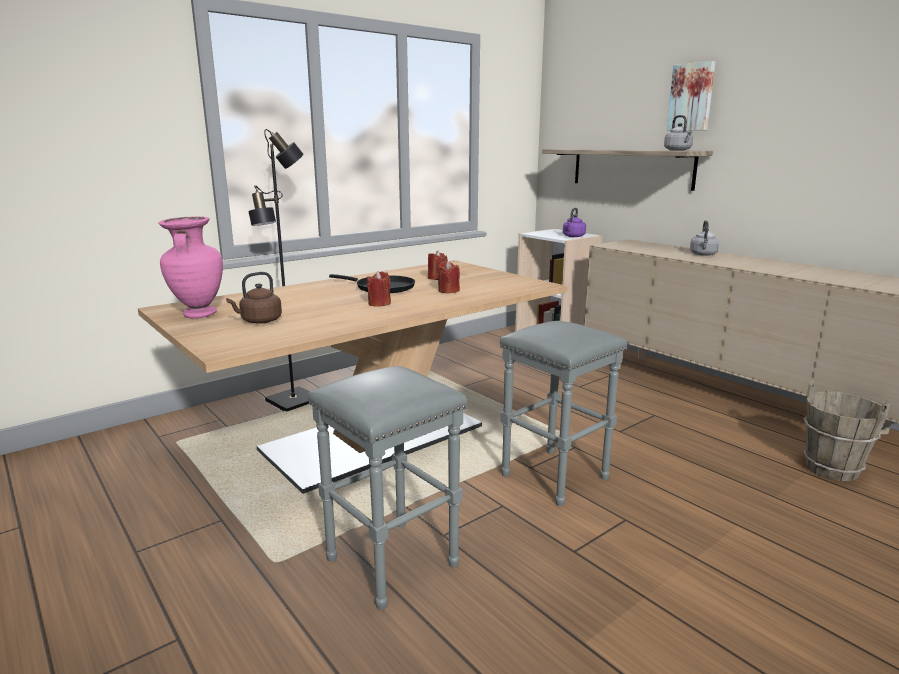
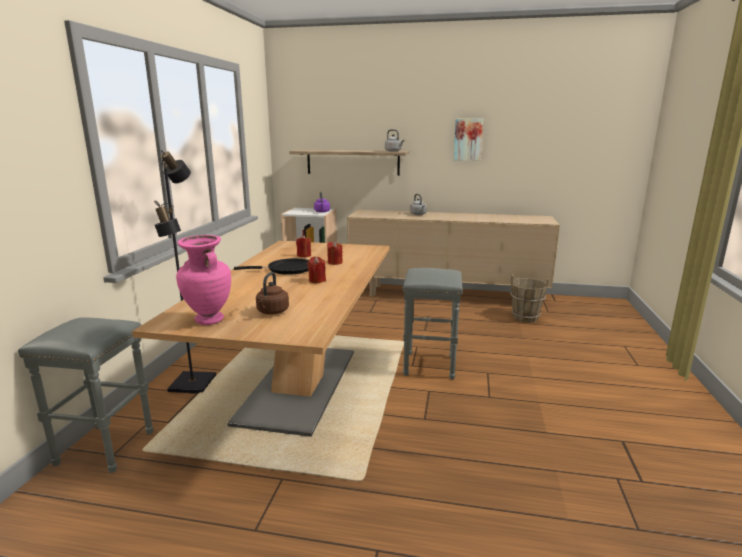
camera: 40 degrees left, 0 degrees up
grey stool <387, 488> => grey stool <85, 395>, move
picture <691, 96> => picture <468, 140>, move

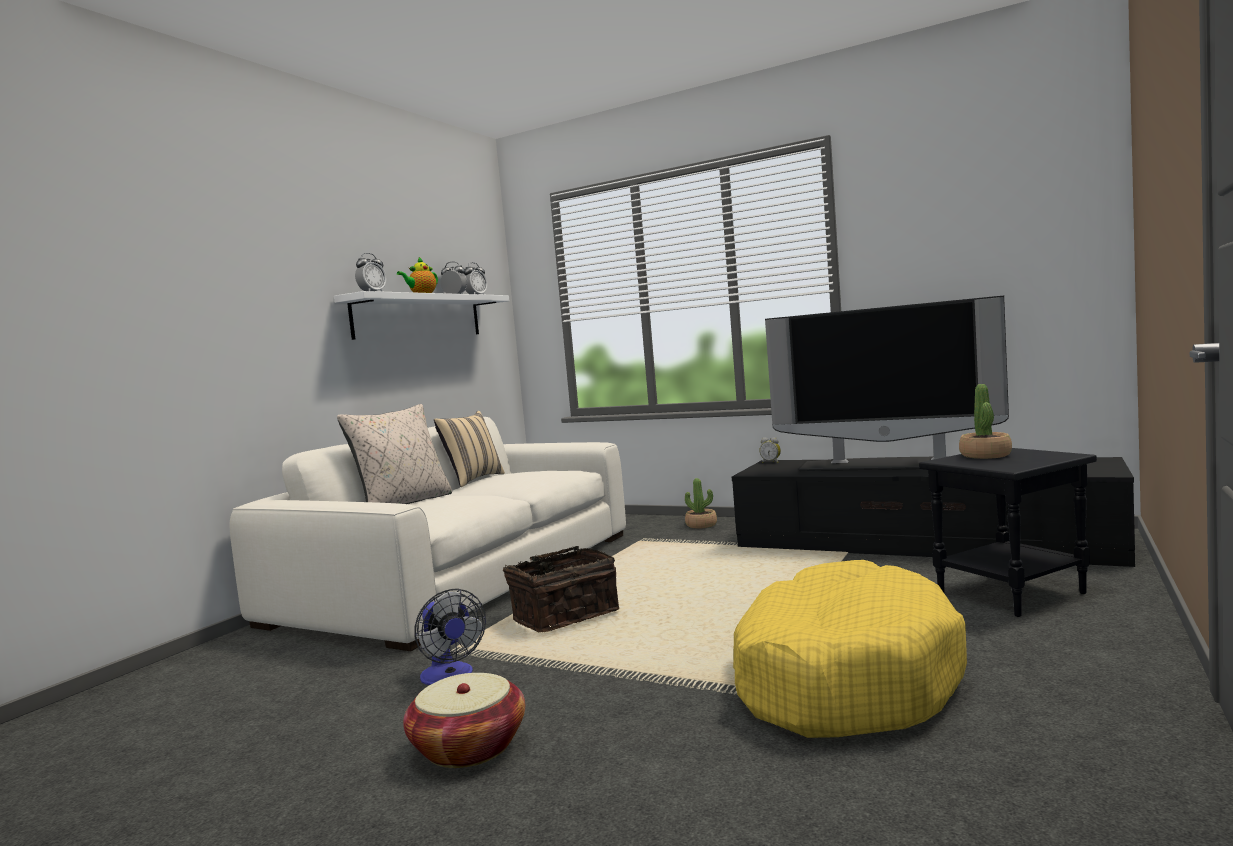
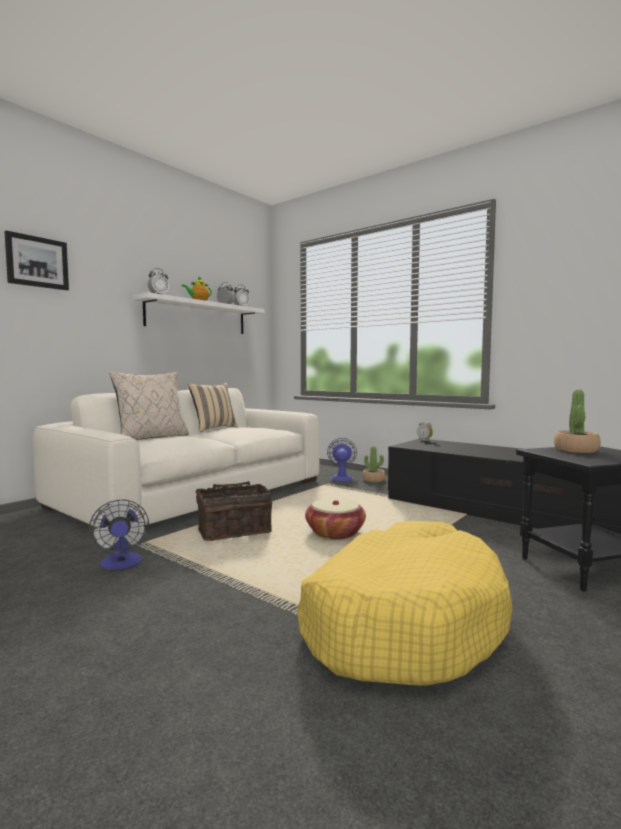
camera: 10 degrees right, 0 degrees up
television <887, 383> => nothing
nothing => picture <36, 260>
nothing => fan <342, 460>
basket <464, 720> => basket <335, 519>, move

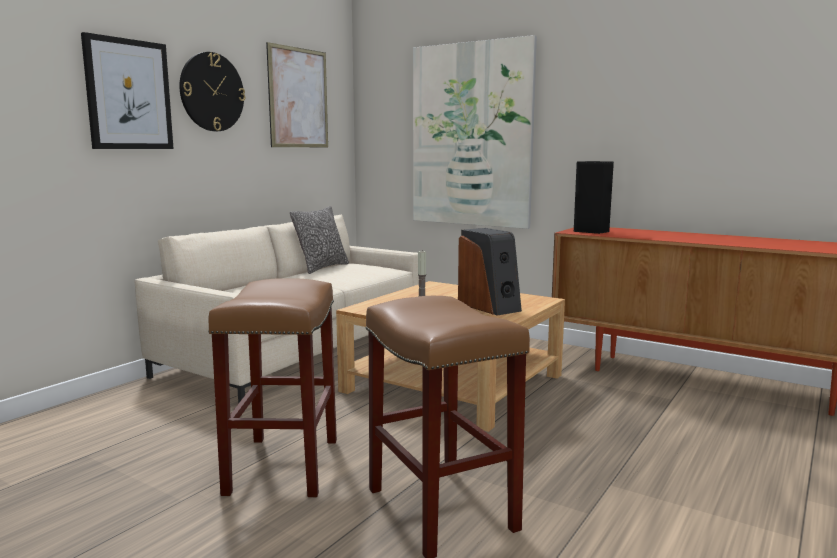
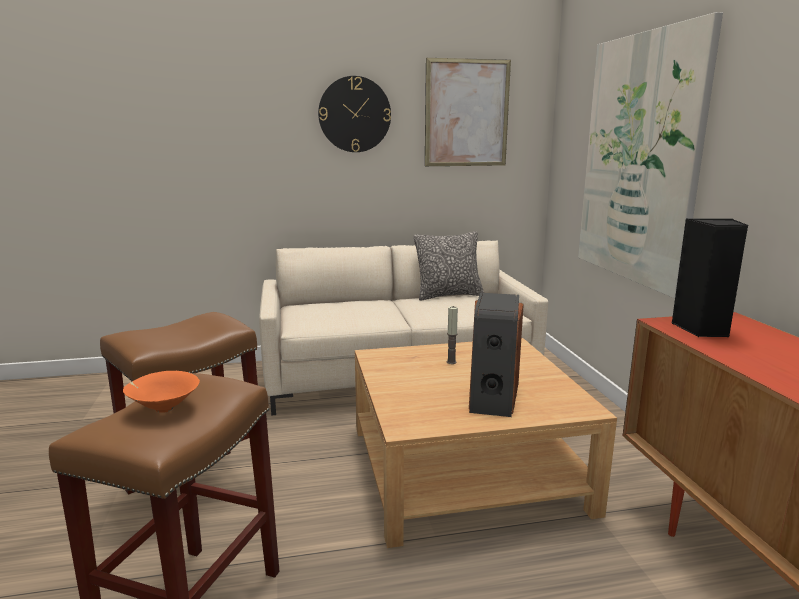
camera: 45 degrees right, 5 degrees up
picture <127, 90> => nothing
nothing => orange bowl <161, 392>

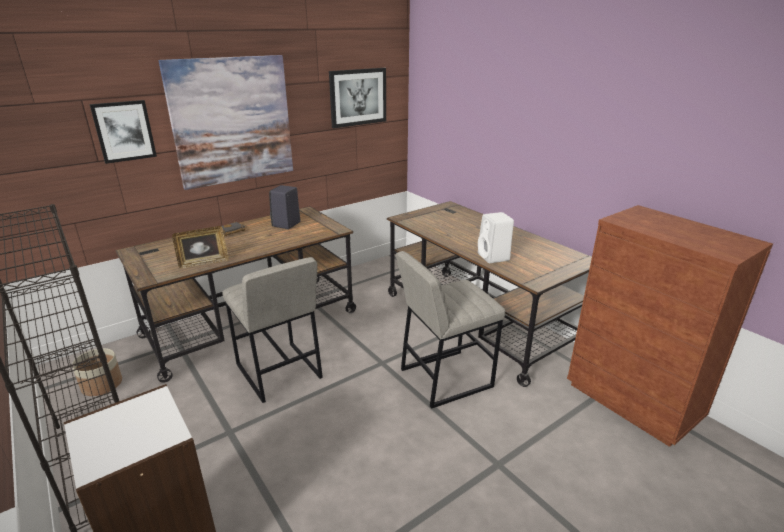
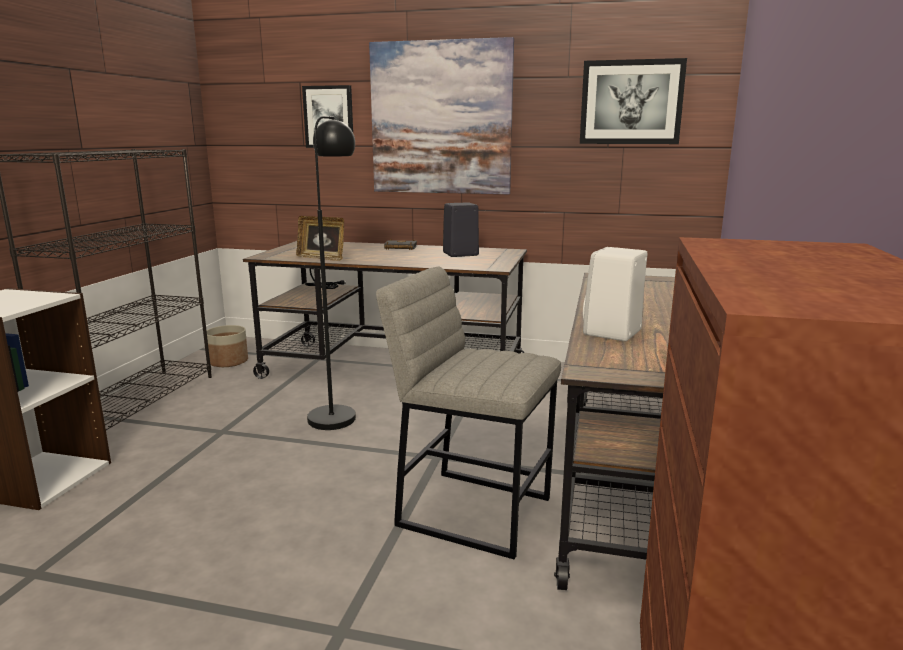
camera: 50 degrees right, 10 degrees down
grey chair <272, 330> => black floor lamp <331, 273>

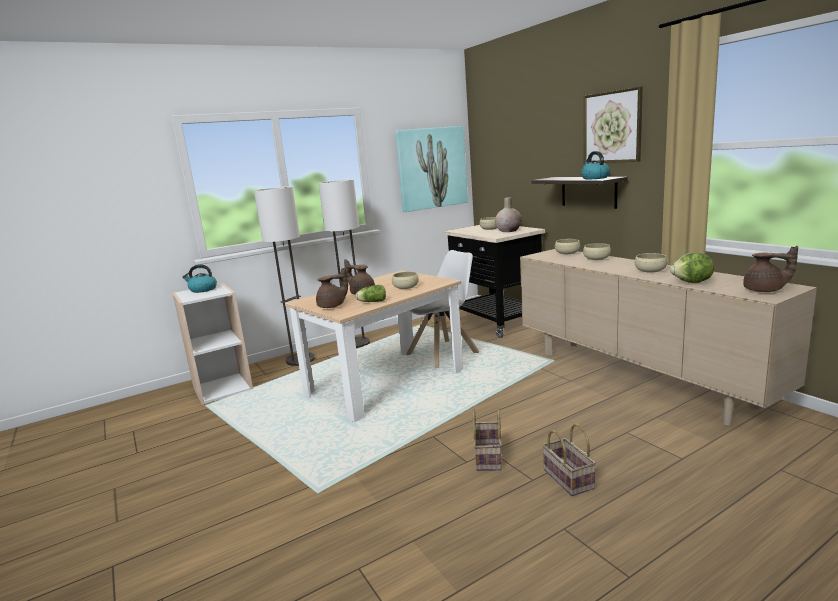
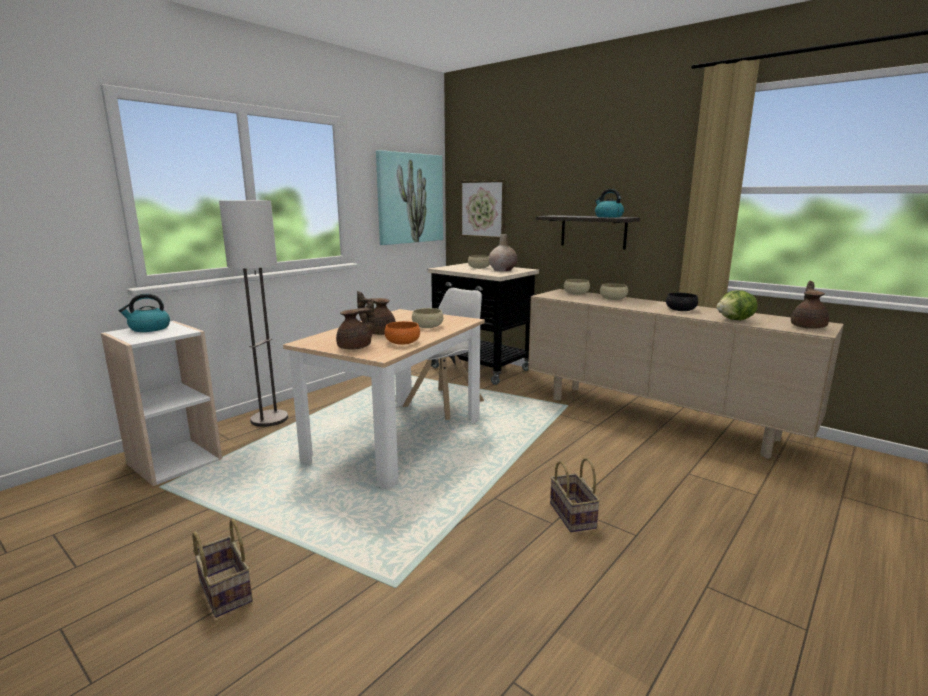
camera: 20 degrees left, 0 degrees up
floor lamp <344, 263> => nothing
basket <569, 459> => basket <223, 568>, move
picture <613, 124> => picture <483, 209>, move
lettuce <370, 293> => orange bowl <402, 333>
beige bowl <651, 263> => black bowl <682, 302>
brown teapot <770, 269> => brown teapot <810, 305>, 75 degrees counterclockwise

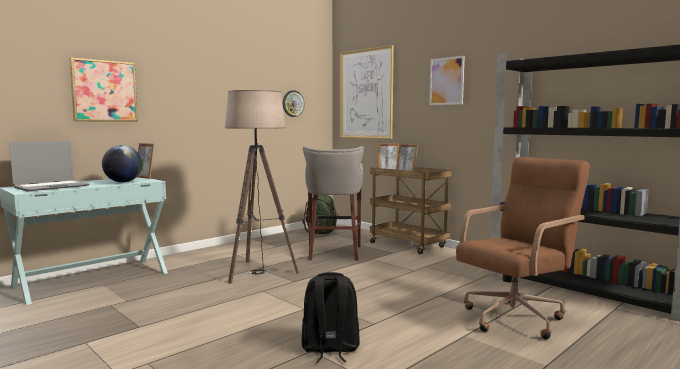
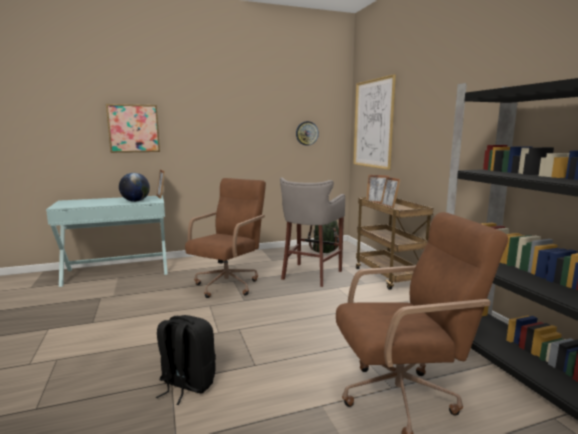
camera: 25 degrees right, 5 degrees up
laptop <49, 166> => nothing
picture <447, 80> => nothing
floor lamp <262, 187> => brown office chair <225, 238>

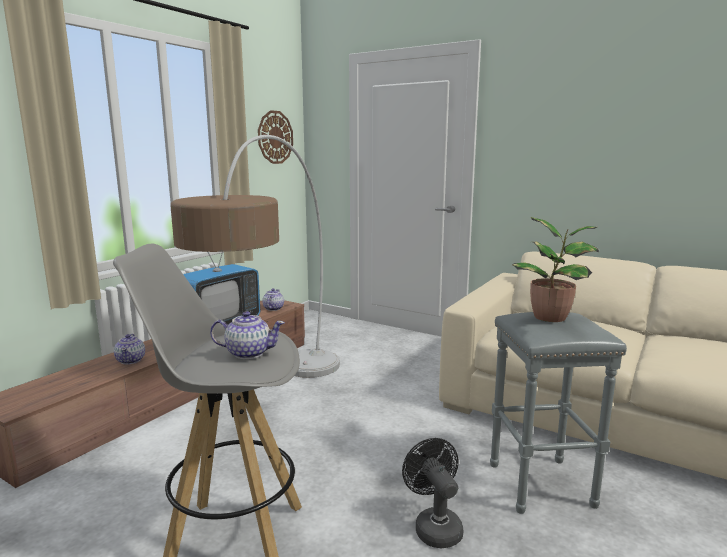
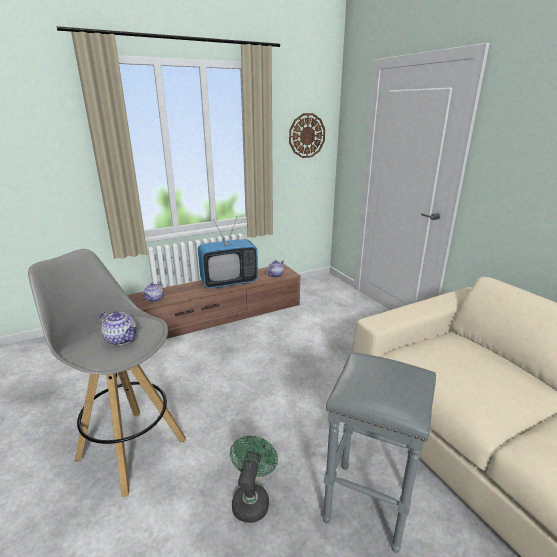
camera: 30 degrees right, 10 degrees up
floor lamp <255, 256> => nothing
potted plant <555, 269> => nothing
black fan <432, 493> => green fan <254, 479>

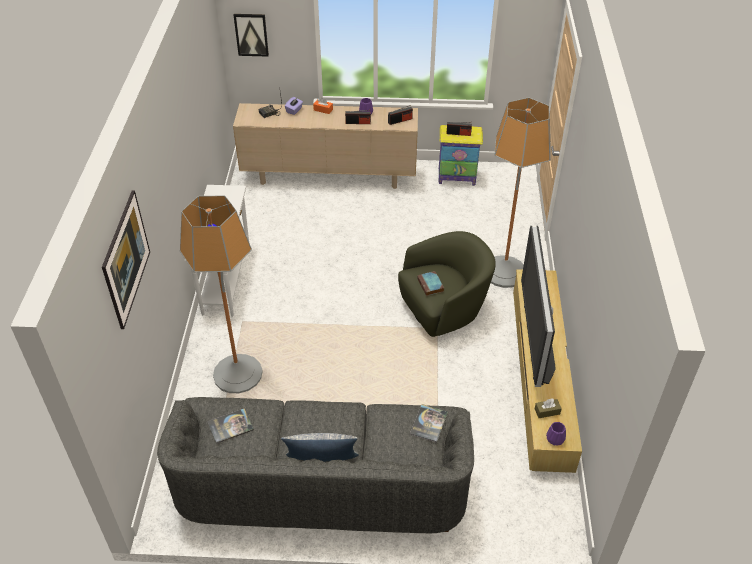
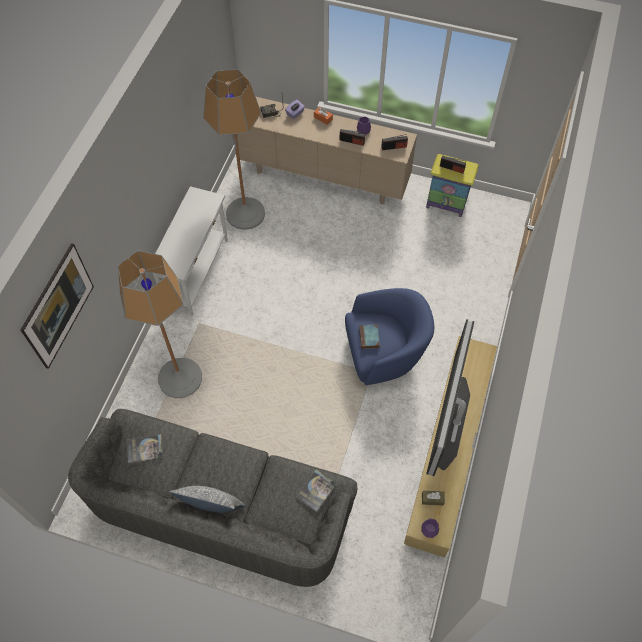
camera: 15 degrees right, 15 degrees up
picture <251, 35> => nothing
floor lamp <521, 193> => floor lamp <234, 149>, move
green armchair <447, 284> => blue armchair <389, 336>

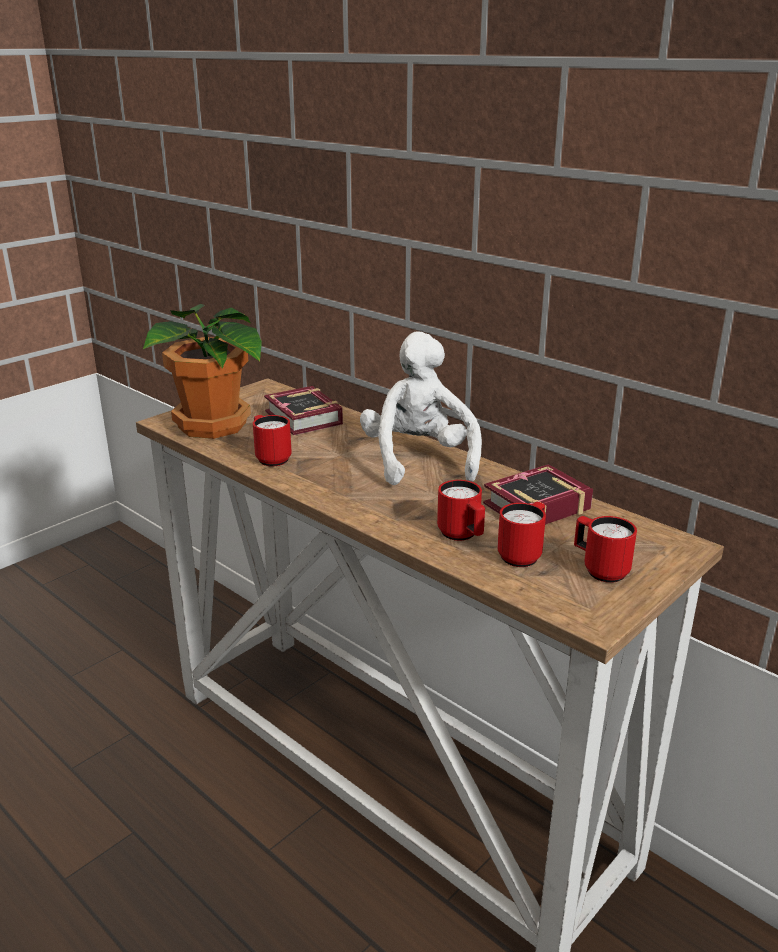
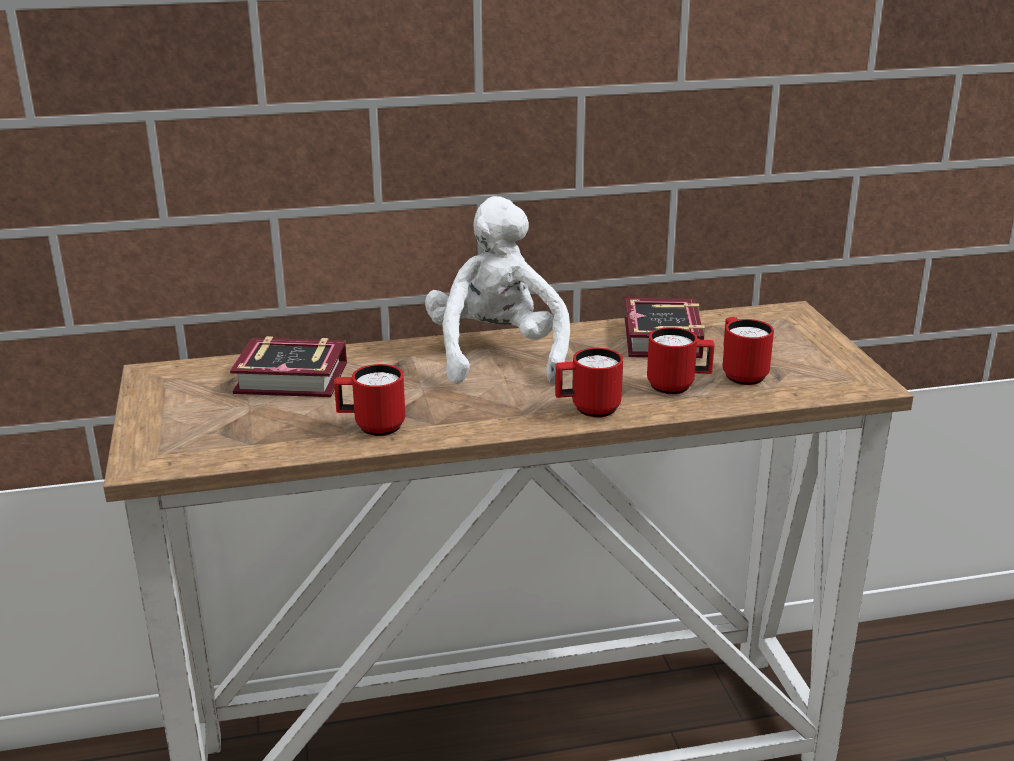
camera: 55 degrees left, 0 degrees up
potted plant <202, 371> => nothing
red mug <605, 549> => red mug <589, 383>, move
white plush toy <421, 408> => white plush toy <497, 290>, 60 degrees clockwise

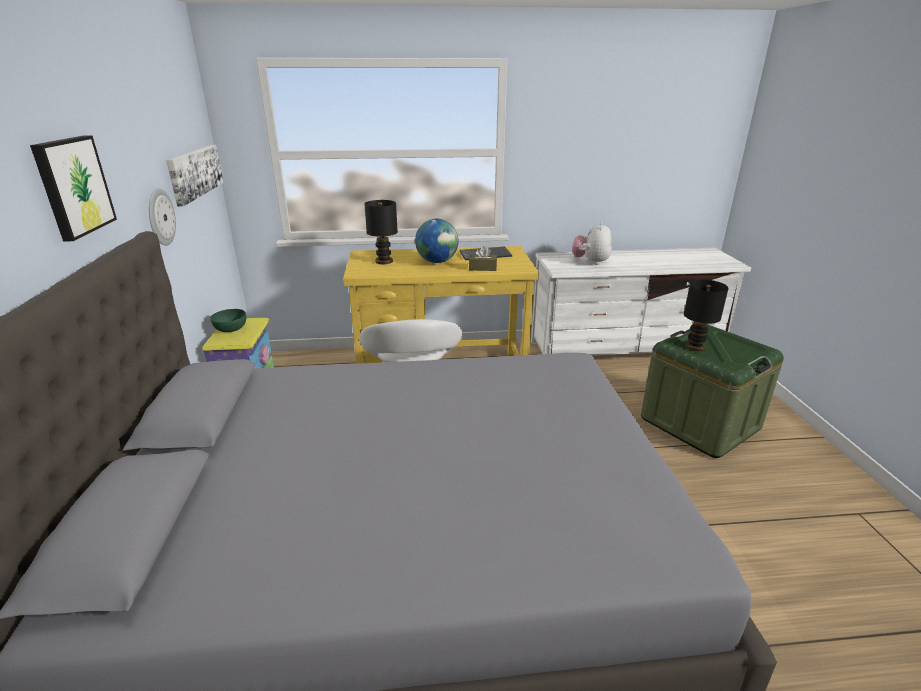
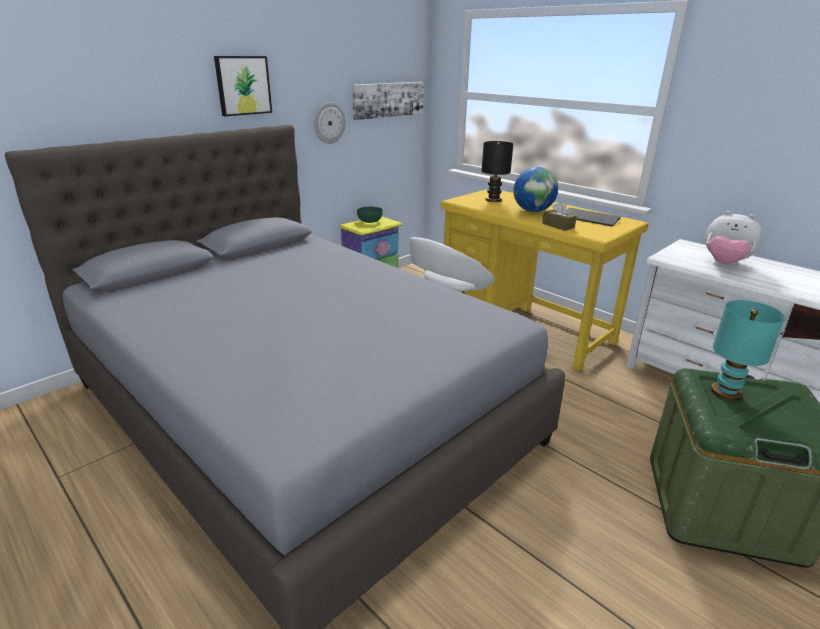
camera: 50 degrees right, 0 degrees up
black table lamp <706, 315> => turquoise table lamp <748, 350>
plush toy <592, 243> => plush toy <733, 238>, 120 degrees counterclockwise

